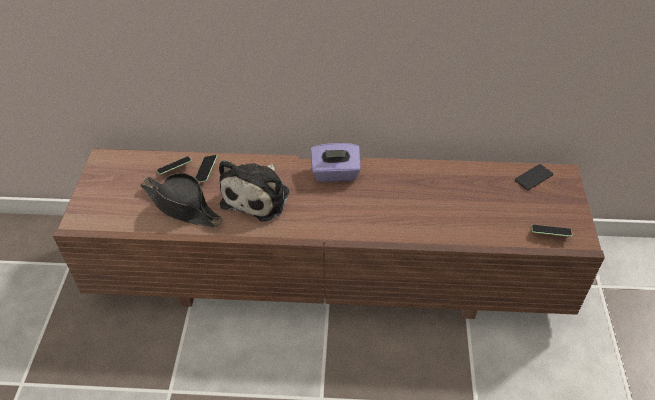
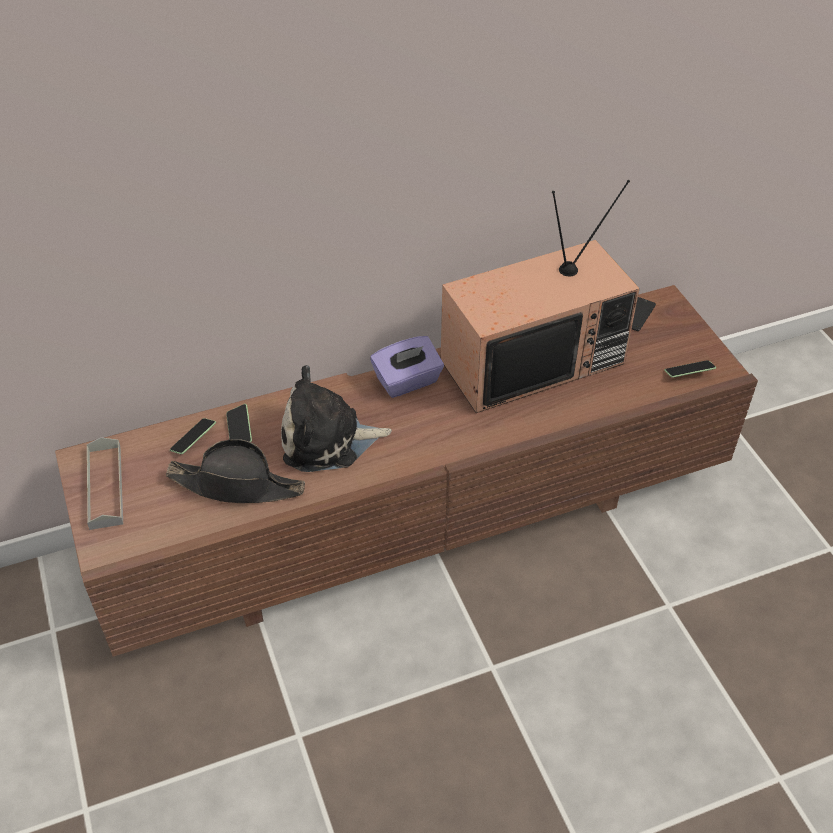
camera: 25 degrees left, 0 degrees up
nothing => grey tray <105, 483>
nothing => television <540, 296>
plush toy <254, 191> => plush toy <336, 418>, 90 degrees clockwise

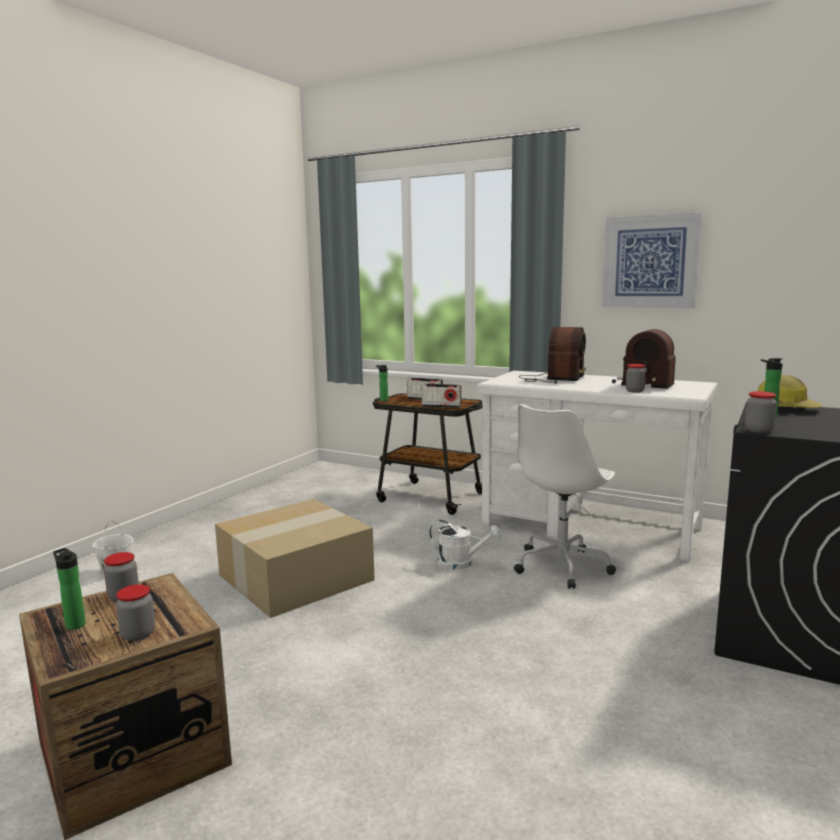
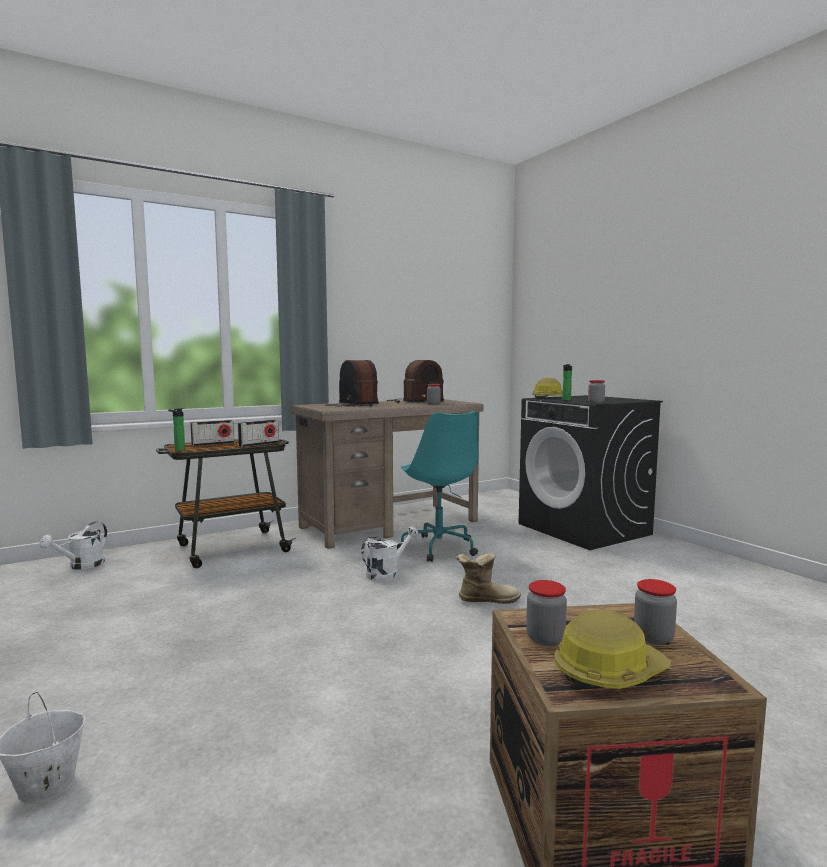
camera: 60 degrees left, 5 degrees down
cardboard box <295, 558> => nothing
picture <652, 260> => nothing
nothing => white watering can <73, 545>
nothing => boot <488, 578>
bottle <69, 589> => hard hat <612, 649>
white desk <597, 466> => brown desk <386, 474>
white office chair <565, 496> => turquoise office chair <438, 486>

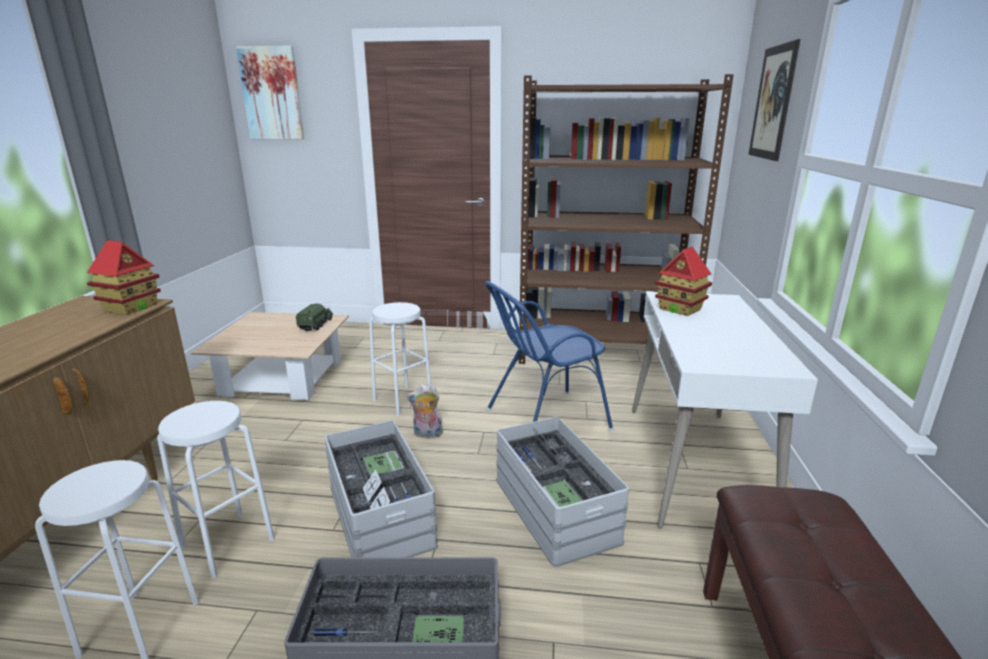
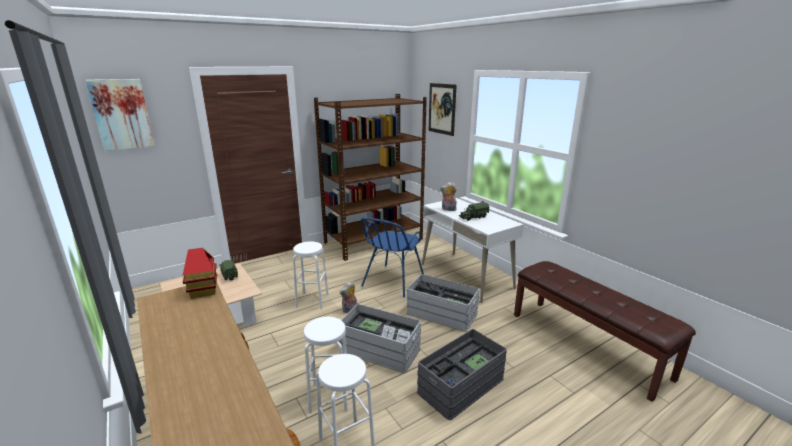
camera: 40 degrees left, 0 degrees up
nothing => toy truck <474, 210>
toy house <683, 281> => plush toy <448, 196>

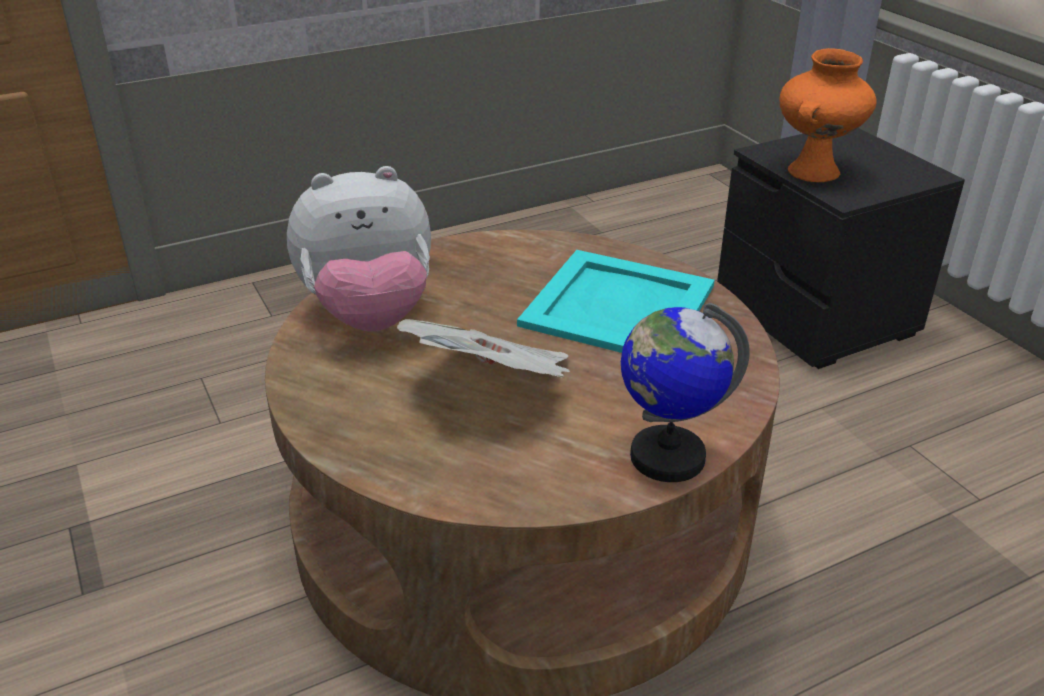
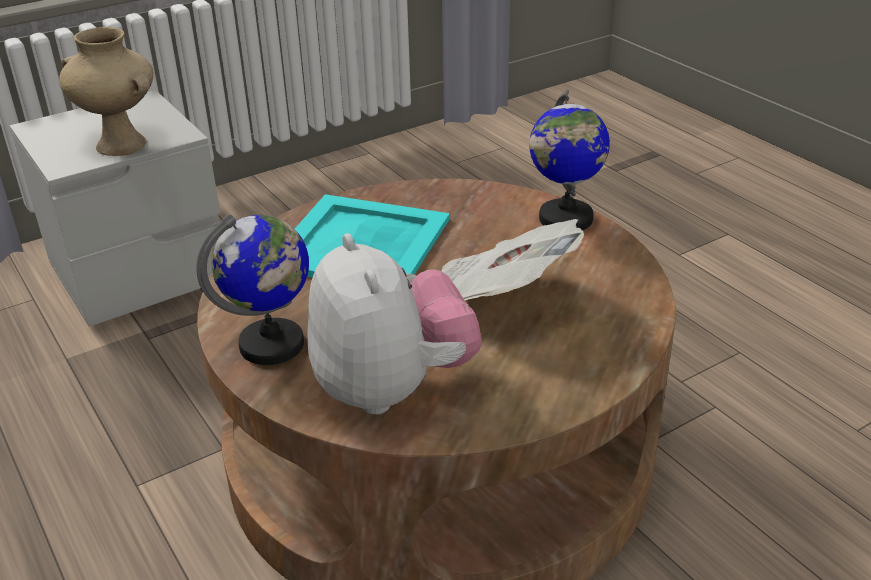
camera: 95 degrees left, 0 degrees up
nothing => globe <252, 289>
black nightstand <841, 248> => white nightstand <115, 208>
orange vase <828, 115> => beige vase <106, 91>

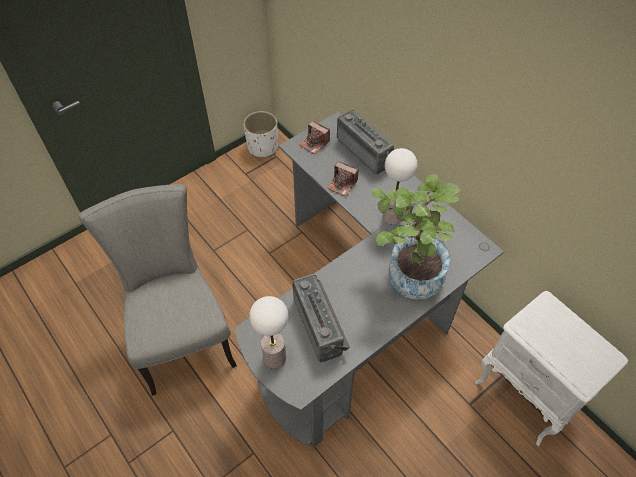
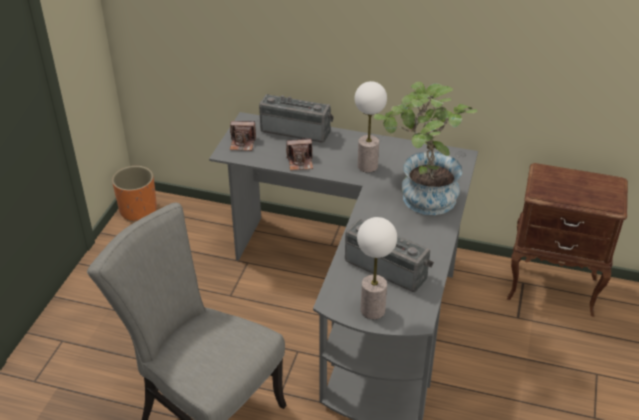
camera: 35 degrees left, 15 degrees down
white planter <260, 134> => orange planter <134, 194>
white nightstand <551, 369> => brown nightstand <567, 240>

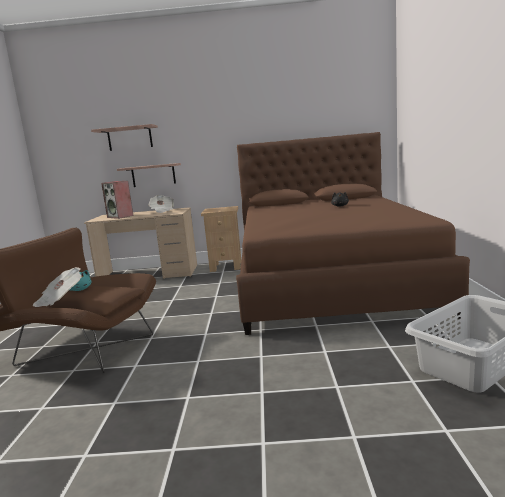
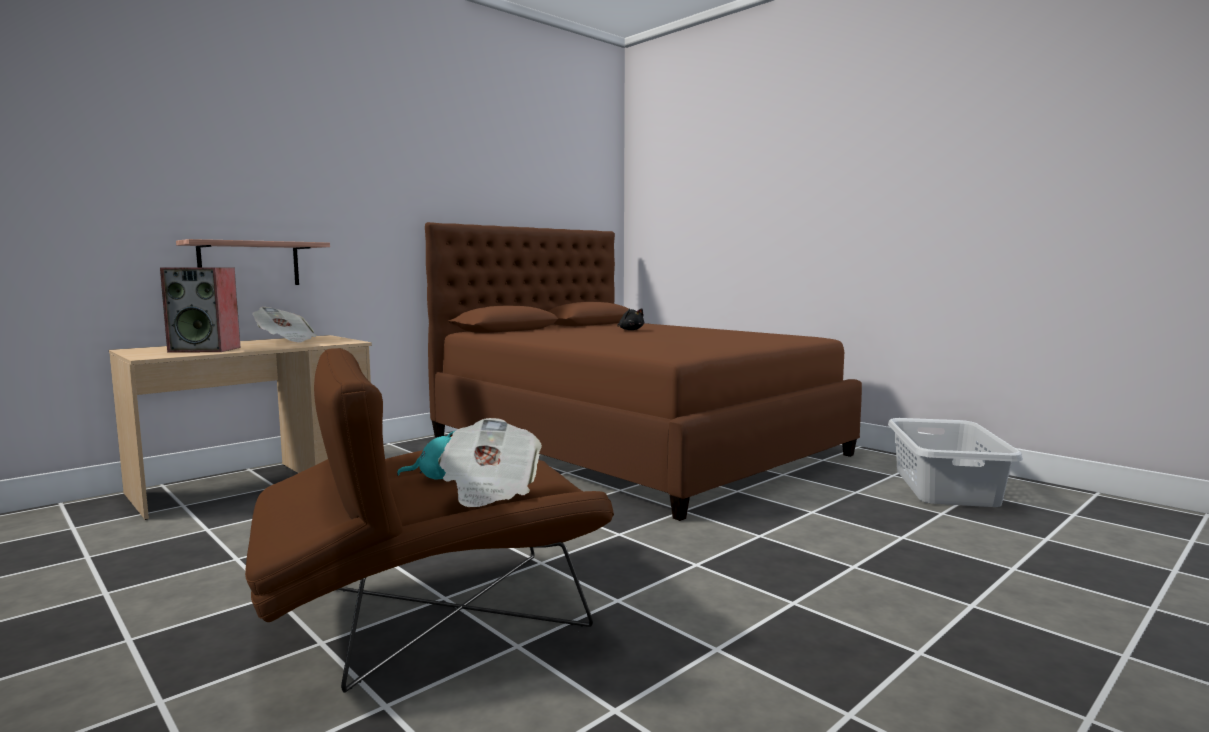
camera: 45 degrees left, 5 degrees down
shelf <124, 137> => nothing
beige nightstand <221, 239> => nothing

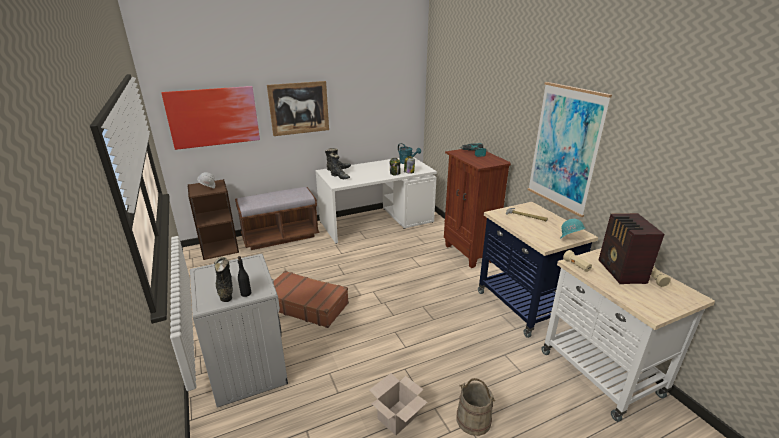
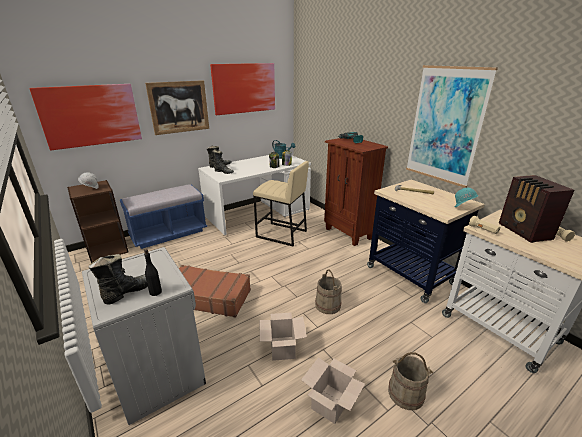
camera: 10 degrees left, 0 degrees up
nothing => picture <242, 89>
nothing => beige stool <281, 203>
nothing => cardboard box <283, 337>
nothing => beige bucket <328, 291>
brown bench <277, 218> => blue bench <163, 216>
black boot <223, 279> => black boot <118, 279>, 75 degrees clockwise

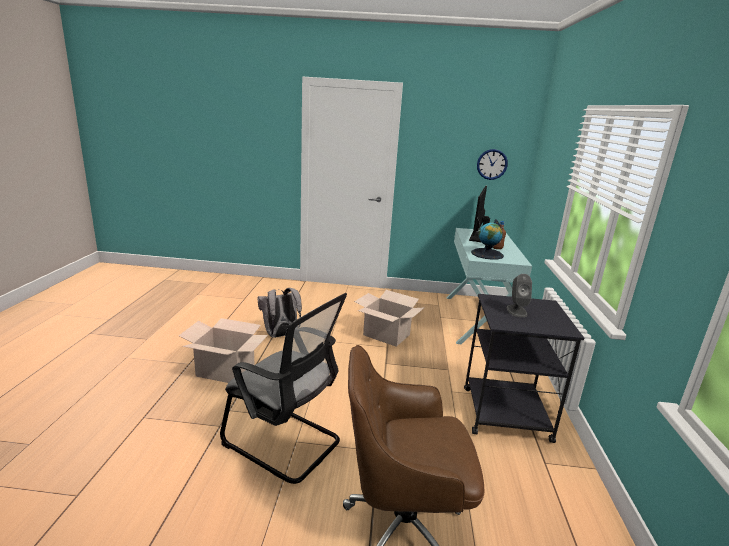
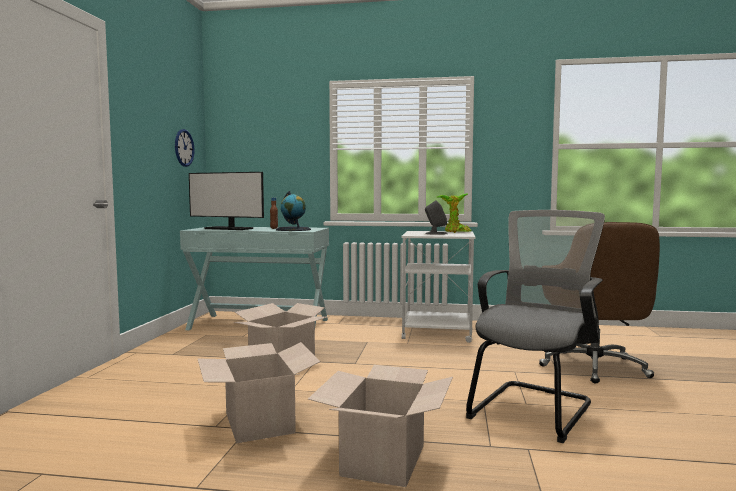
camera: 85 degrees left, 15 degrees down
nothing => potted plant <454, 213>
grey backpack <279, 313> => cardboard box <259, 392>
black cart <524, 368> => white cart <438, 287>

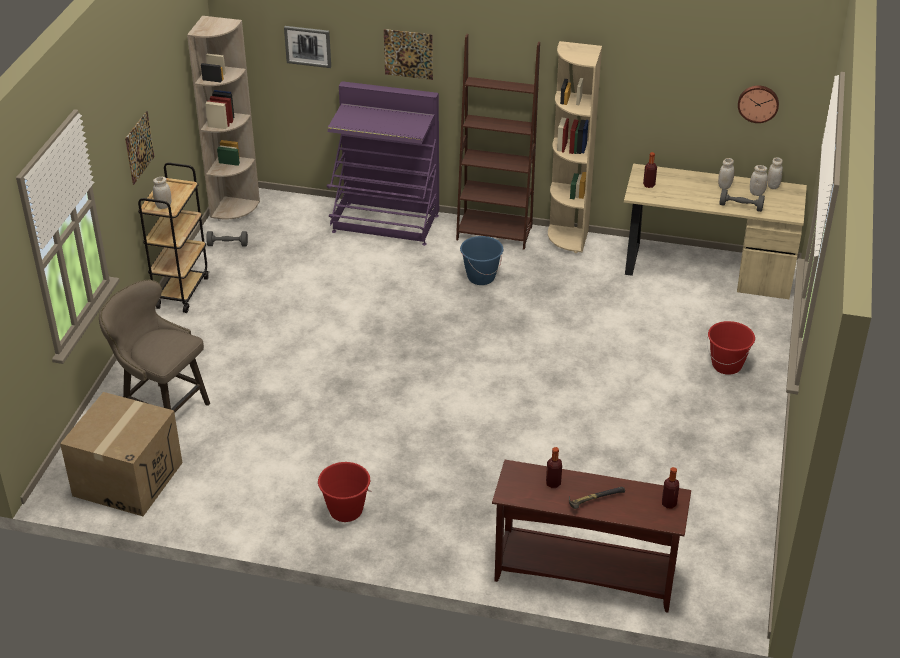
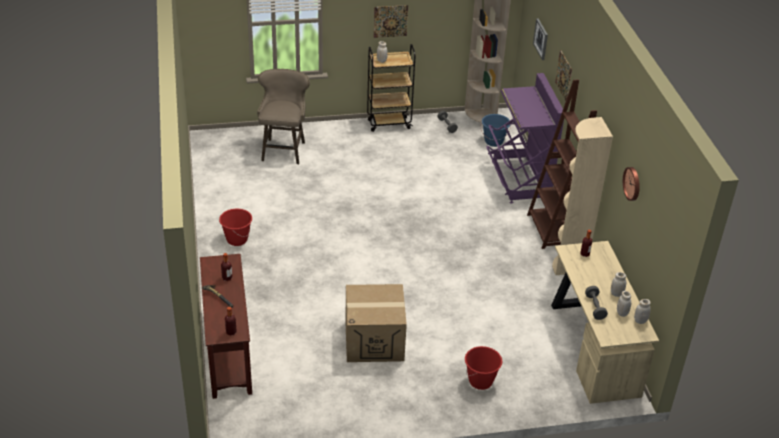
camera: 65 degrees right, 0 degrees up
cardboard box <121, 454> => cardboard box <376, 323>, move
blue bucket <482, 260> => blue bucket <496, 130>, move
wall clock <758, 104> => wall clock <631, 184>, move

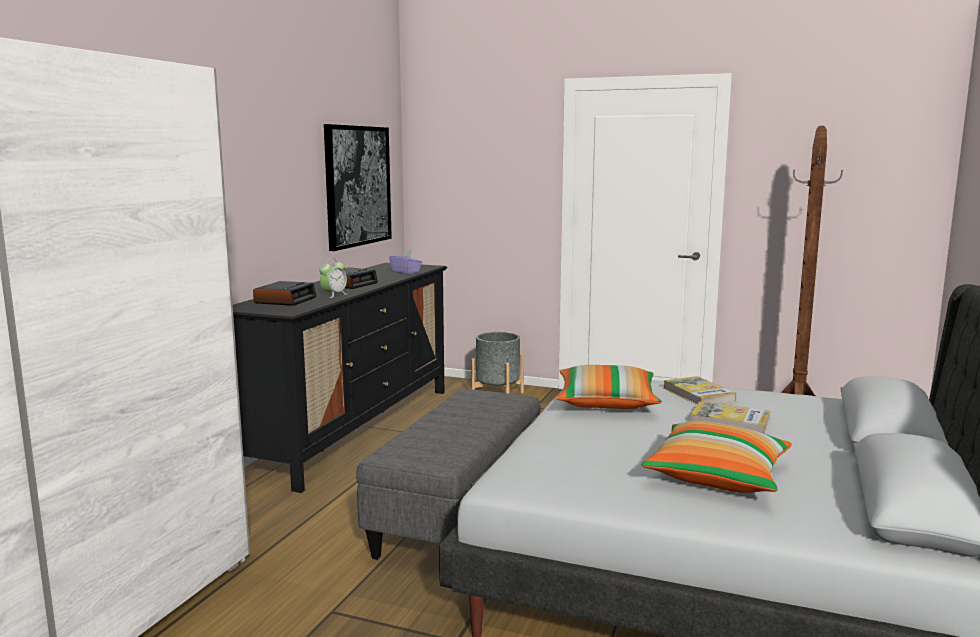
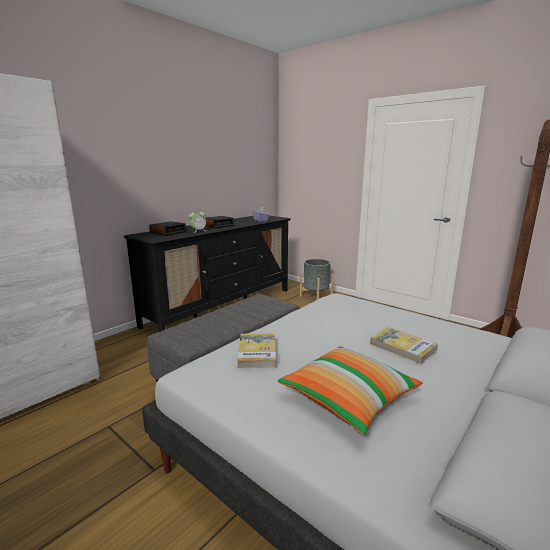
camera: 20 degrees right, 5 degrees up
picture <358, 187> => nothing
pillow <609, 387> => nothing
book <699, 390> => book <256, 350>, move

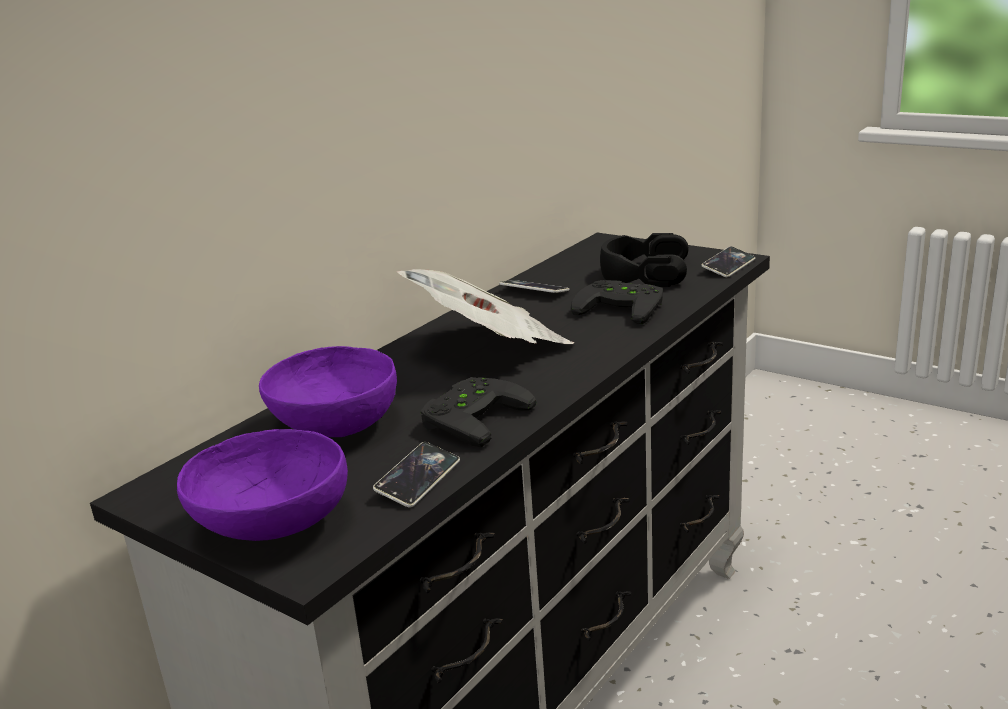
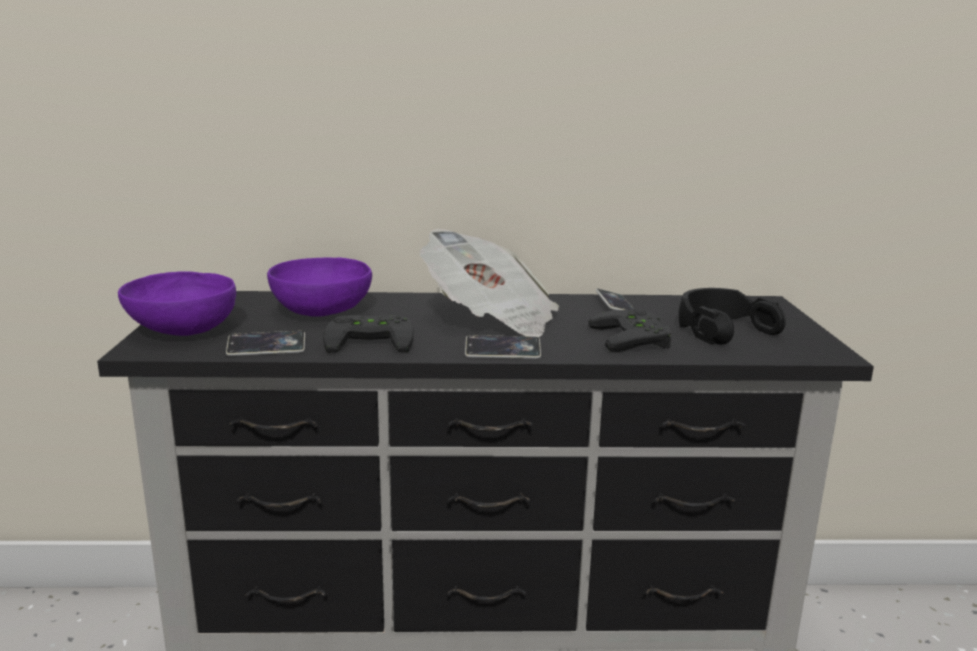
camera: 50 degrees right, 5 degrees down
phone <728, 261> => phone <503, 347>, move

